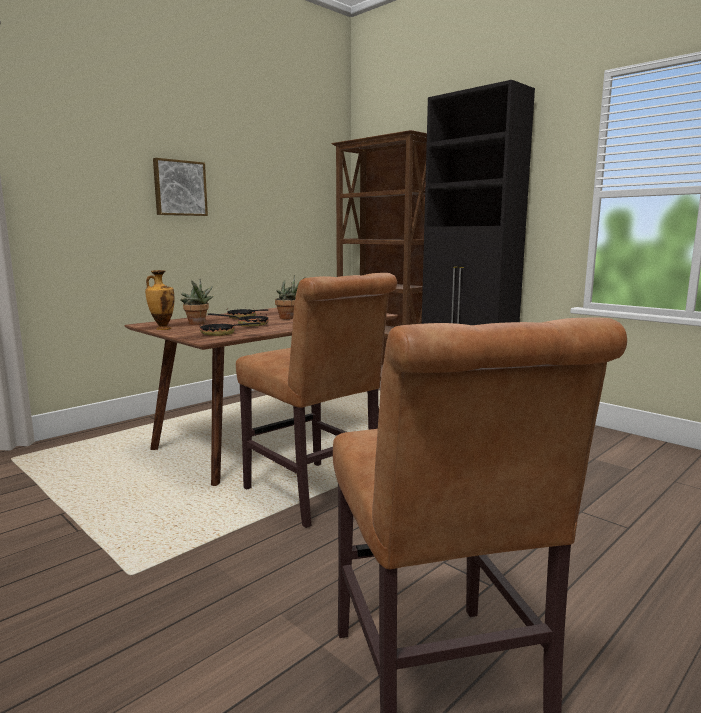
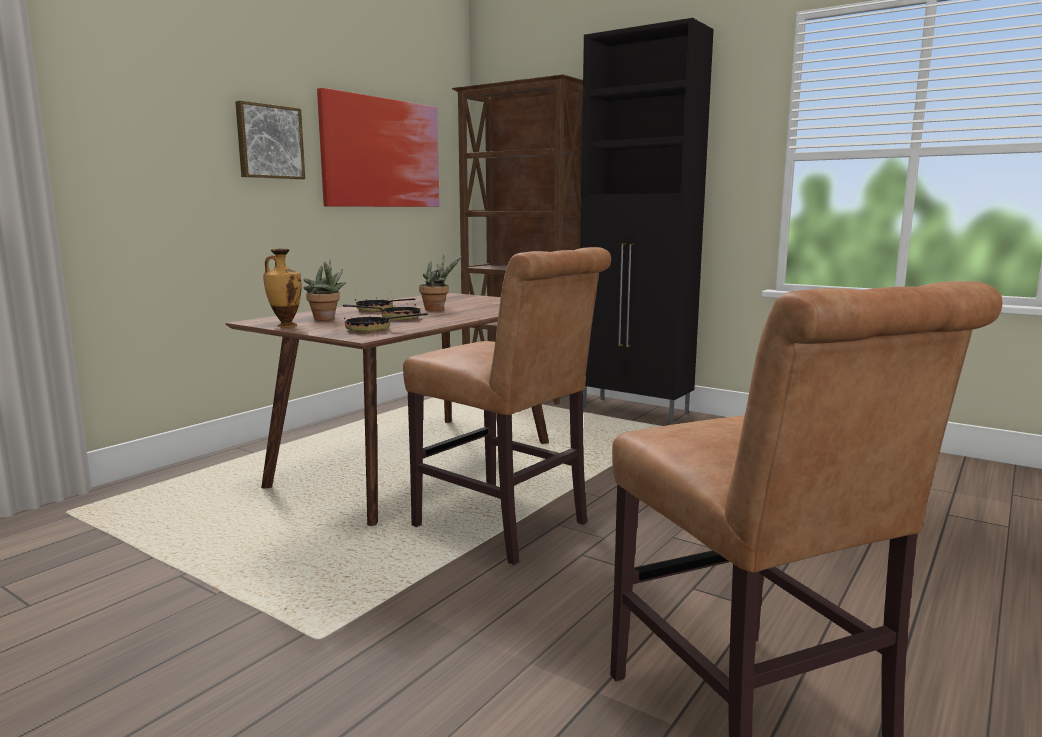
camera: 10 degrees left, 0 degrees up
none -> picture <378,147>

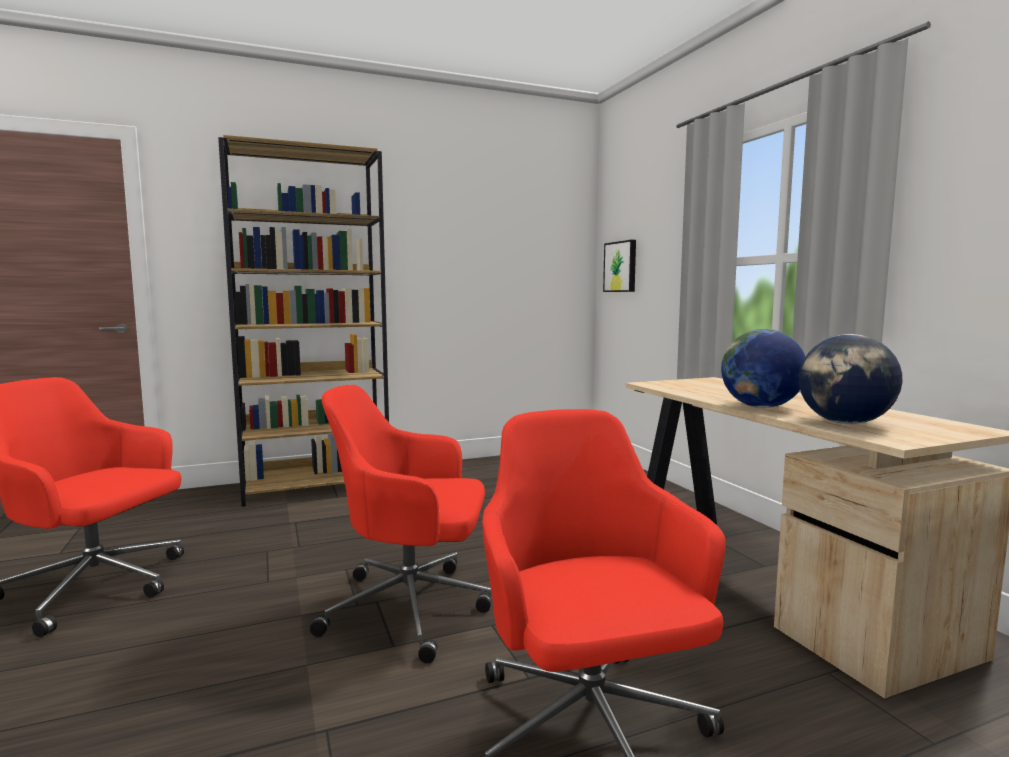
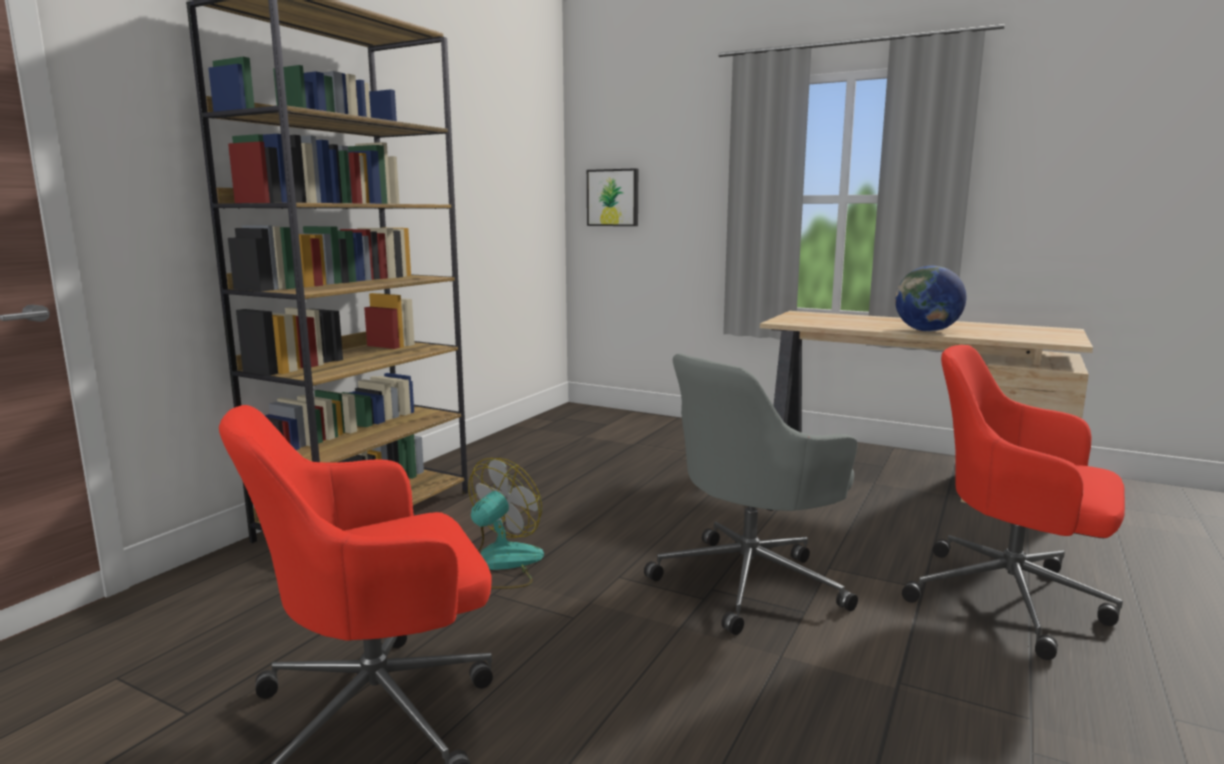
camera: 40 degrees left, 5 degrees up
red office chair <401,524> -> grey office chair <751,494>
globe <850,379> -> none
none -> fan <506,523>

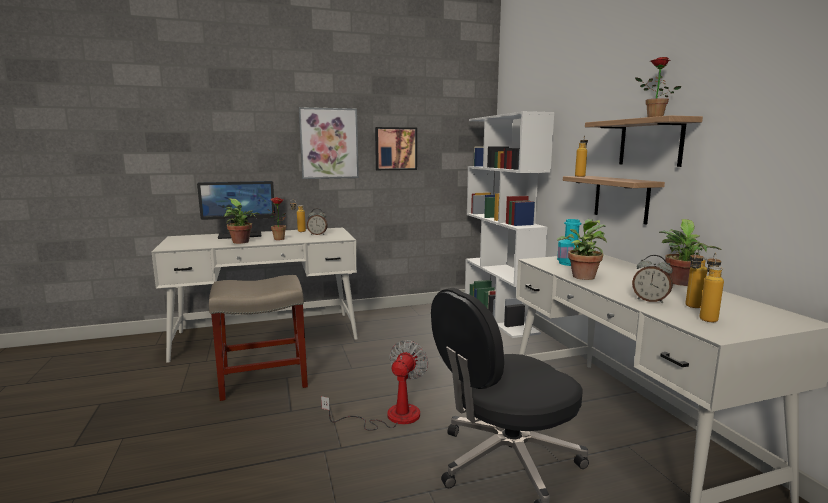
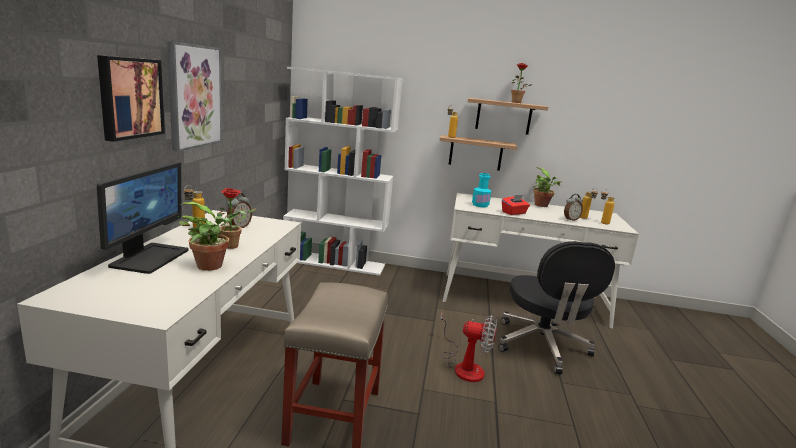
camera: 65 degrees left, 5 degrees up
fan <374,385> -> fan <468,347>, 150 degrees clockwise
picture <396,148> -> picture <131,98>, relocated
potted plant <582,249> -> red tissue box <516,205>

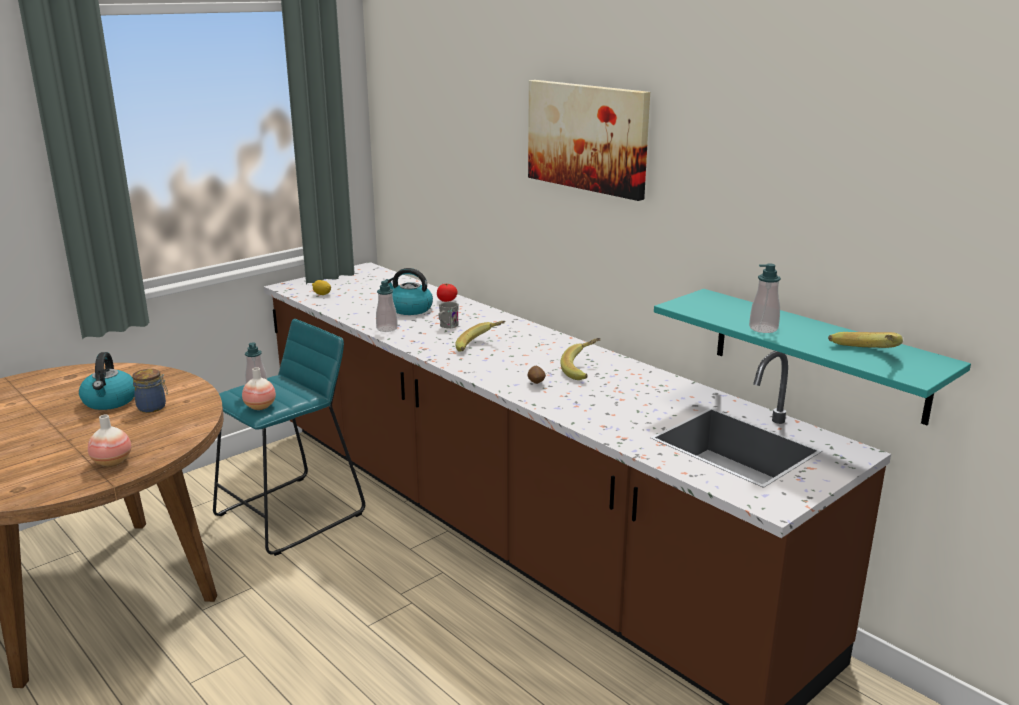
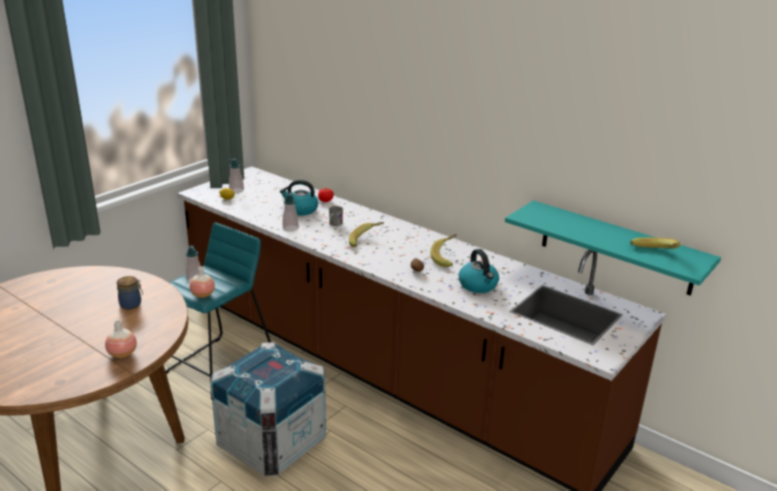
camera: 10 degrees left, 5 degrees up
kettle <107,381> -> kettle <479,271>, relocated
picture <589,140> -> none
soap dispenser <765,298> -> soap dispenser <236,176>, relocated
none -> crate <268,409>

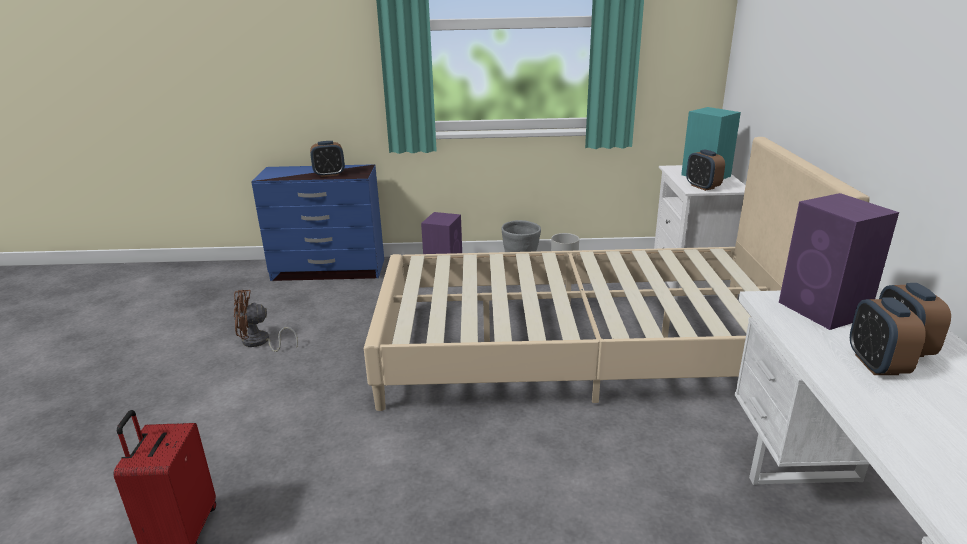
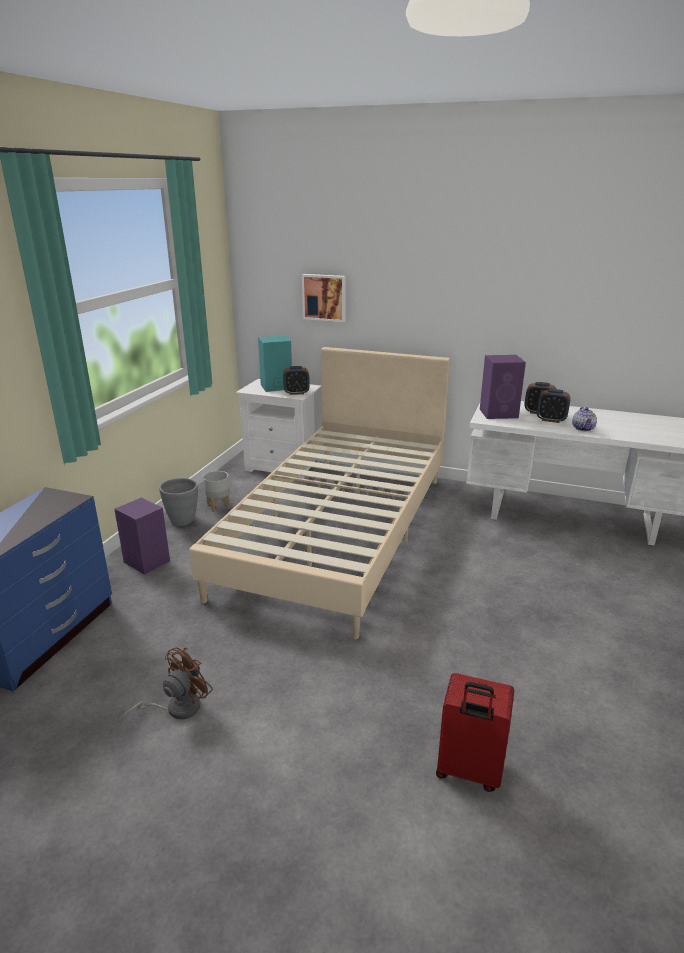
camera: 70 degrees left, 0 degrees up
brown fan <266,321> -> brown fan <167,685>, 150 degrees counterclockwise
alarm clock <327,159> -> none
none -> picture <324,298>
none -> teapot <584,419>

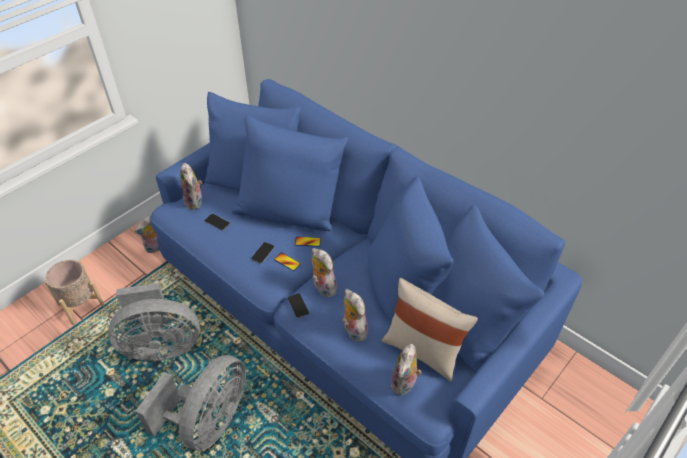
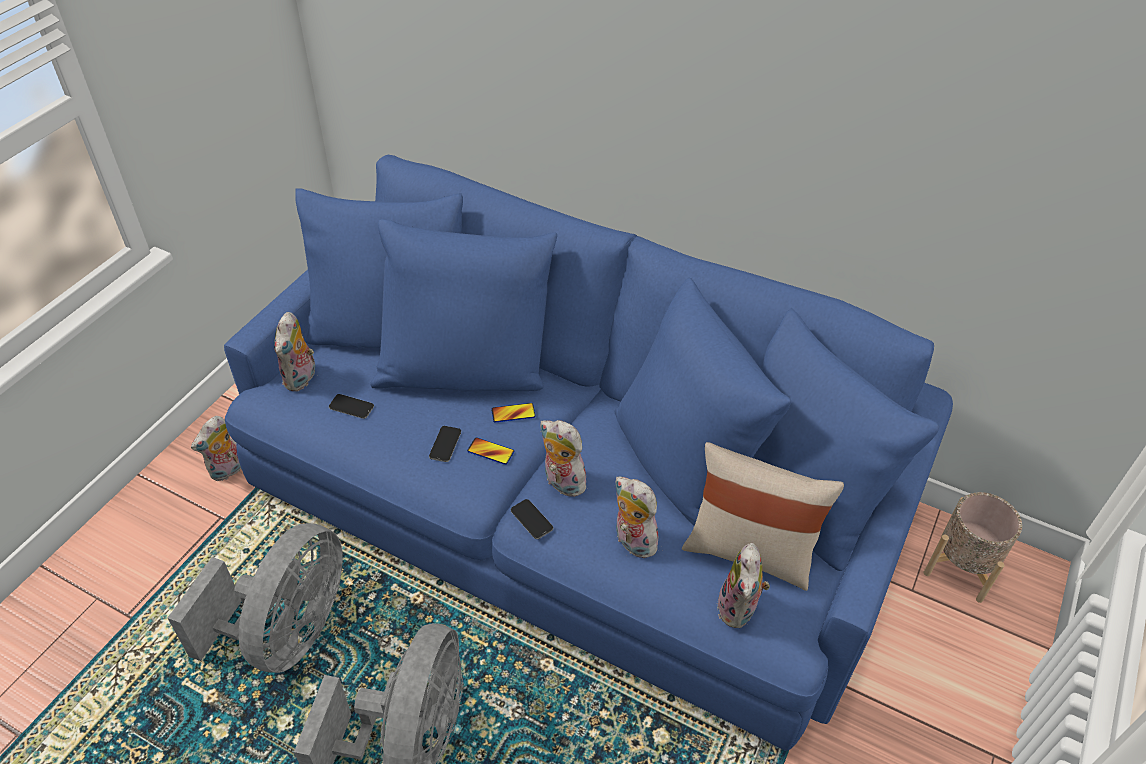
camera: 15 degrees left, 0 degrees up
beige planter <75,292> -> beige planter <972,547>, relocated
grey fan <154,322> -> grey fan <255,598>, 45 degrees counterclockwise
plush toy <191,186> -> plush toy <294,351>, 45 degrees clockwise

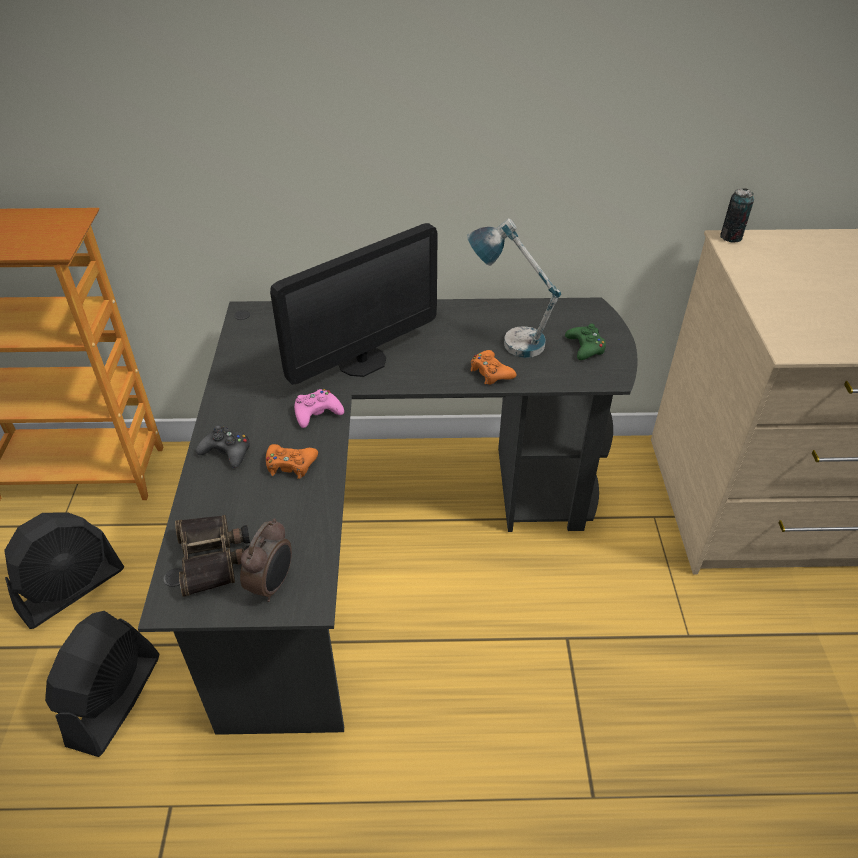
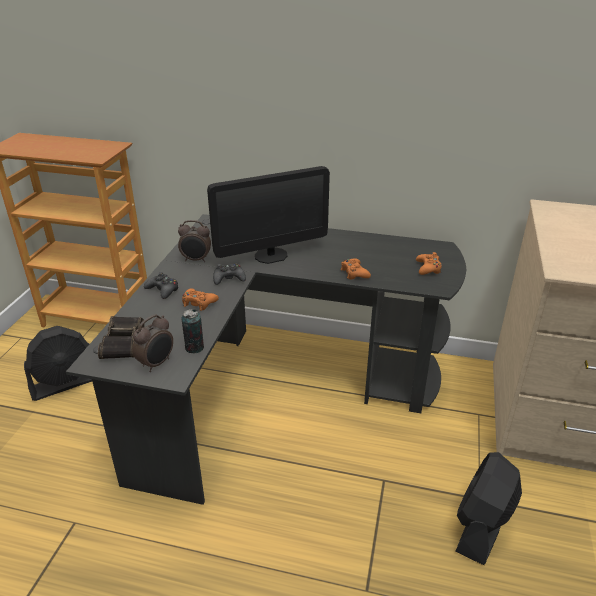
camera: 15 degrees right, 10 degrees down
black fan <102,684> -> black fan <488,508>, relocated
pink game controller <319,408> -> black game controller <229,274>
table lamp <514,288> -> none
green game controller <585,342> -> orange game controller <428,263>
can <737,215> -> can <192,331>, relocated
none -> alarm clock <194,241>

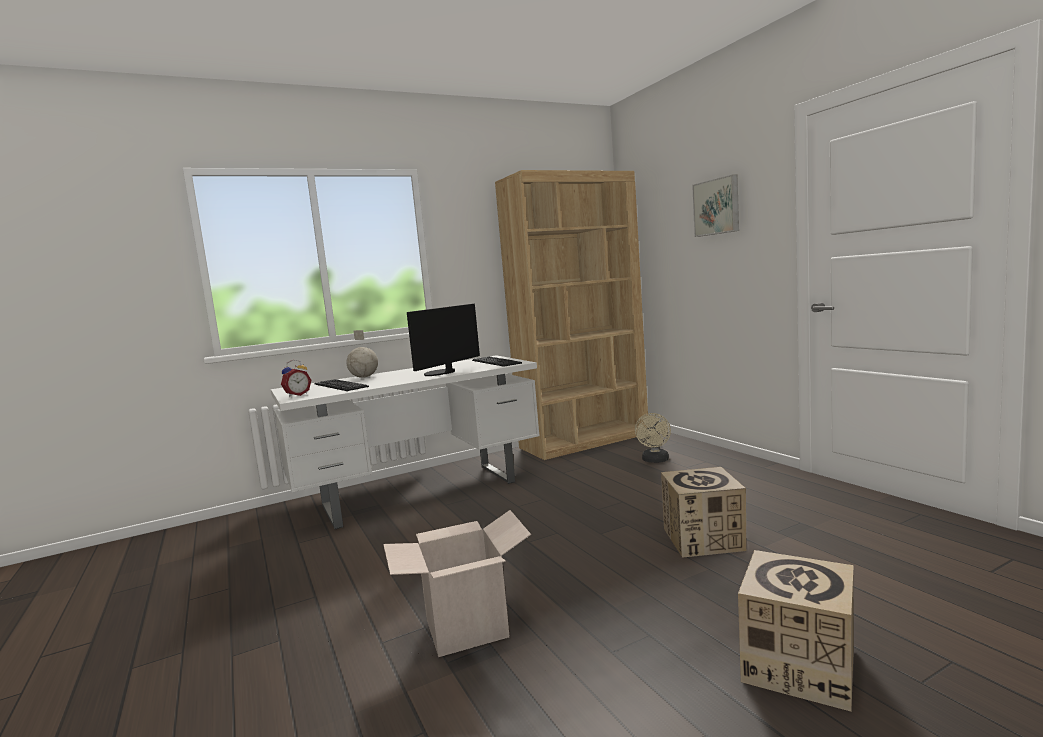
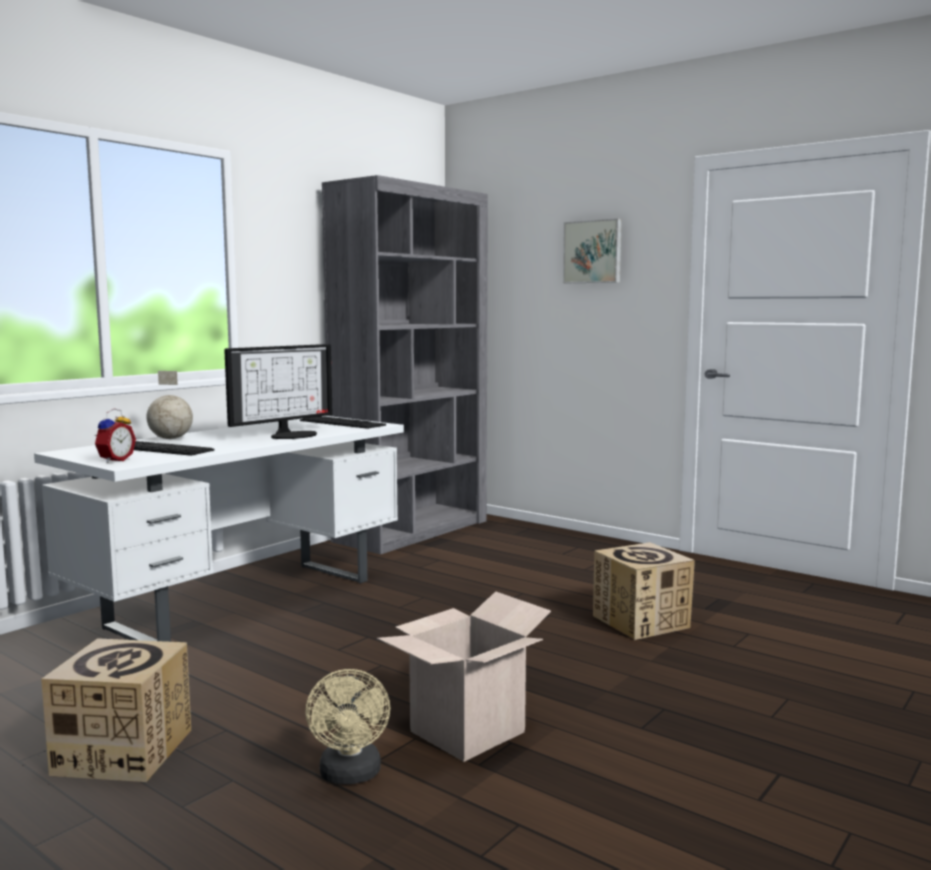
camera: 25 degrees left, 0 degrees up
monitor <443,340> -> monitor <278,391>, 150 degrees counterclockwise
brown bookcase <571,315> -> grey bookcase <405,365>
beige fan <653,438> -> beige fan <347,726>, relocated
cardboard box <796,630> -> cardboard box <116,710>, relocated

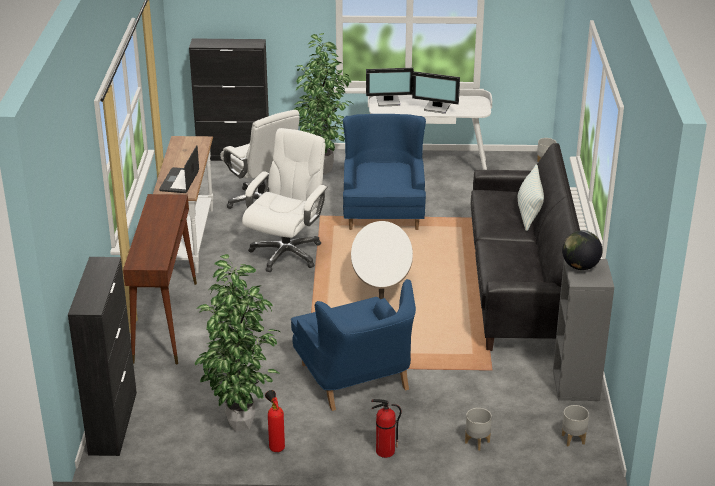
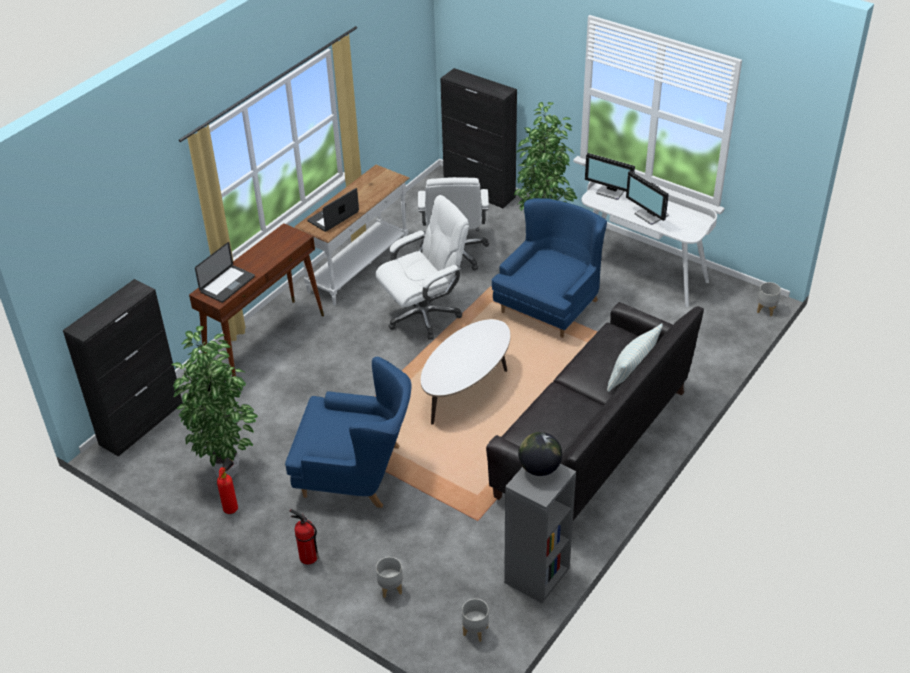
camera: 35 degrees right, 10 degrees up
blue armchair <353,345> -> blue armchair <348,432>, 90 degrees counterclockwise
none -> laptop <225,272>

